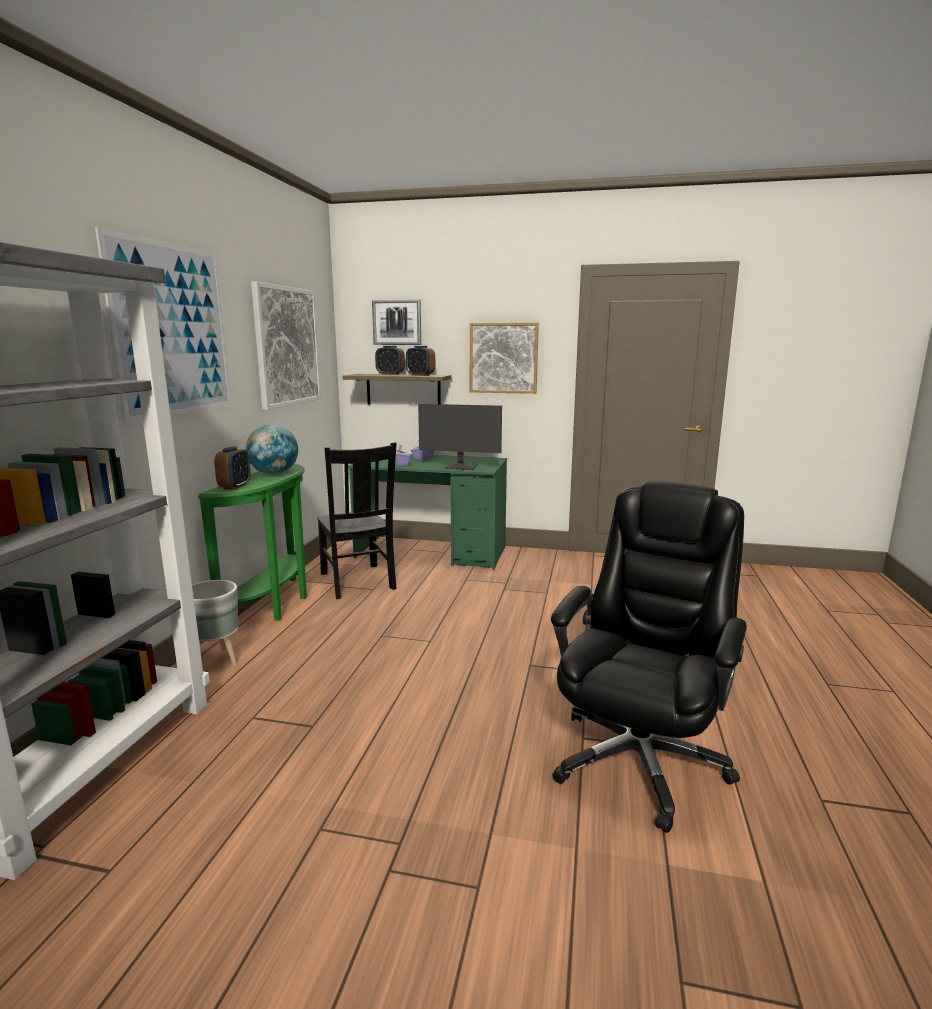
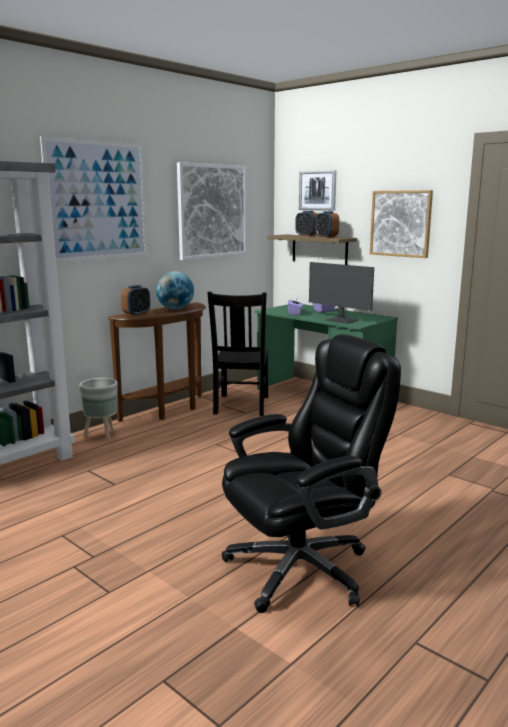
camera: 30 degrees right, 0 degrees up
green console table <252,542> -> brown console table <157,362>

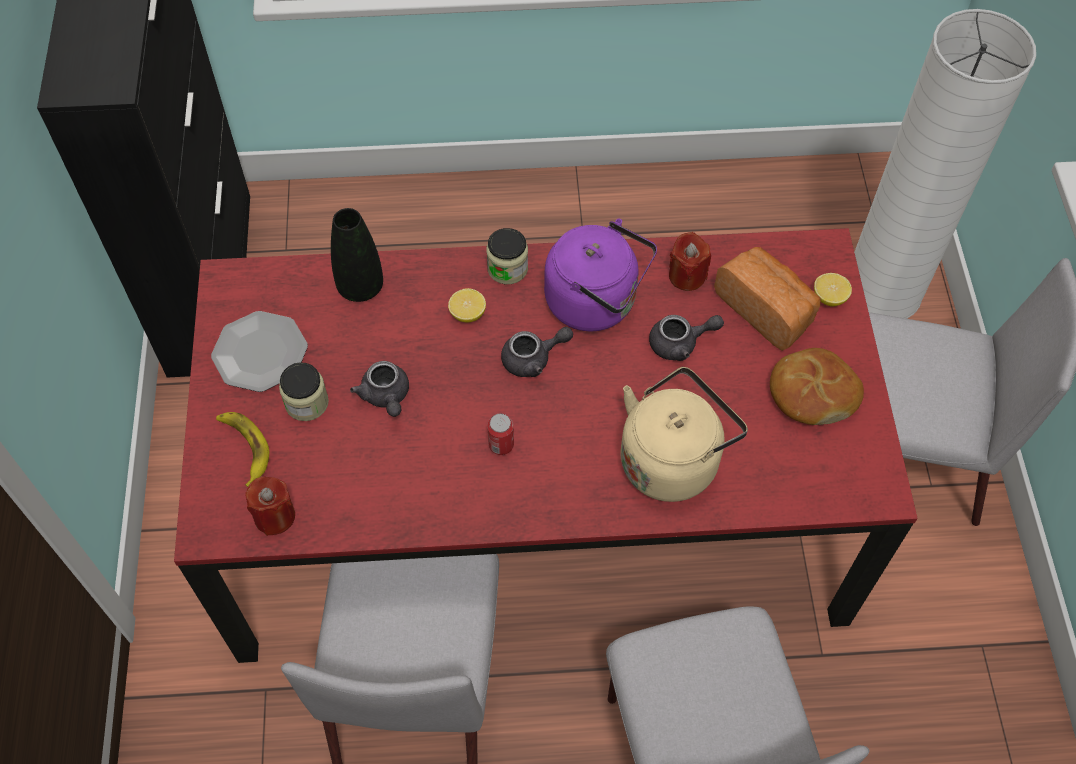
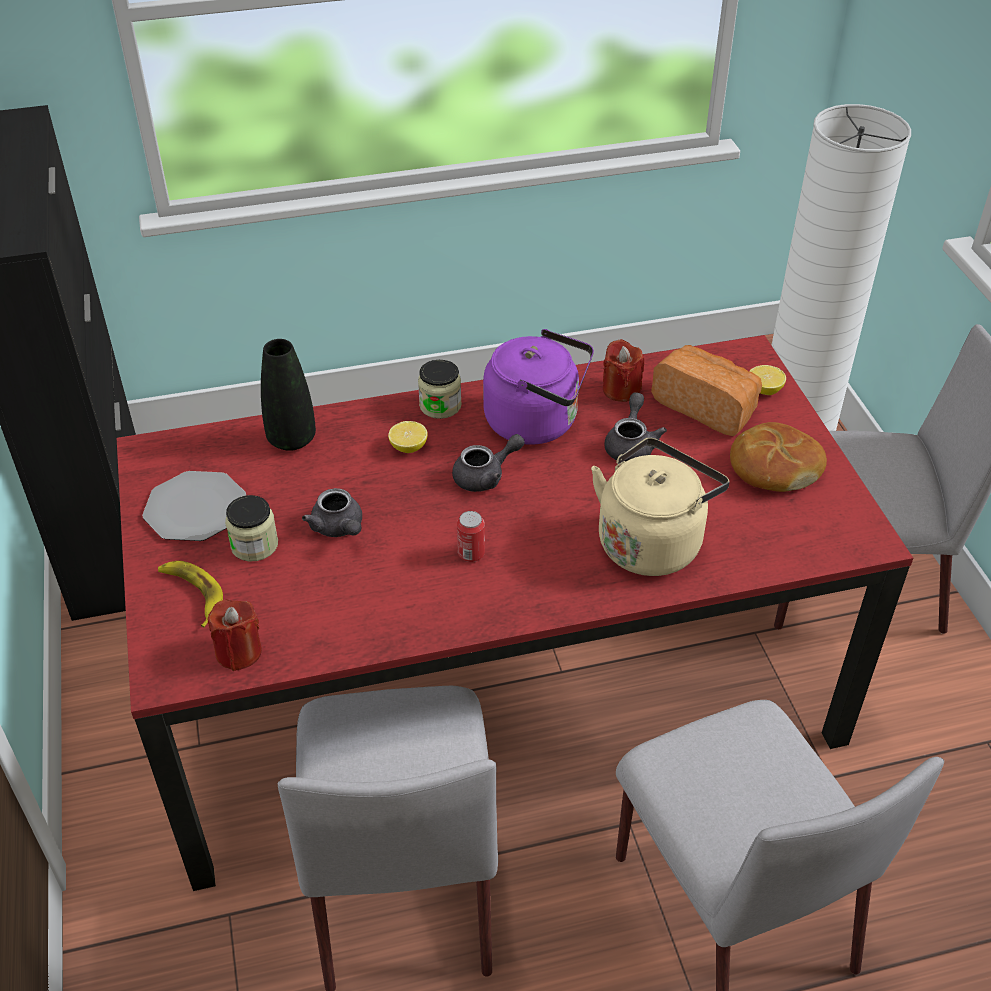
camera: 10 degrees left, 15 degrees down
grey teapot <686,338> -> grey teapot <635,427>, 60 degrees counterclockwise

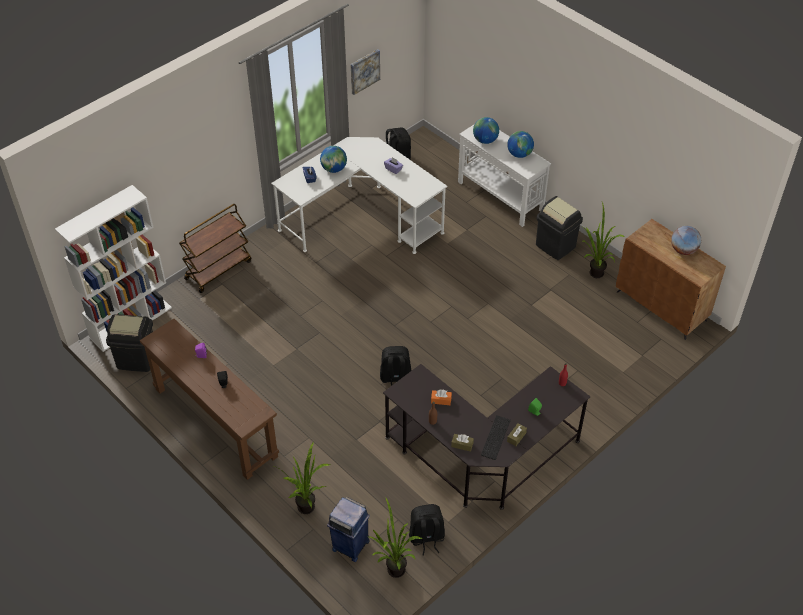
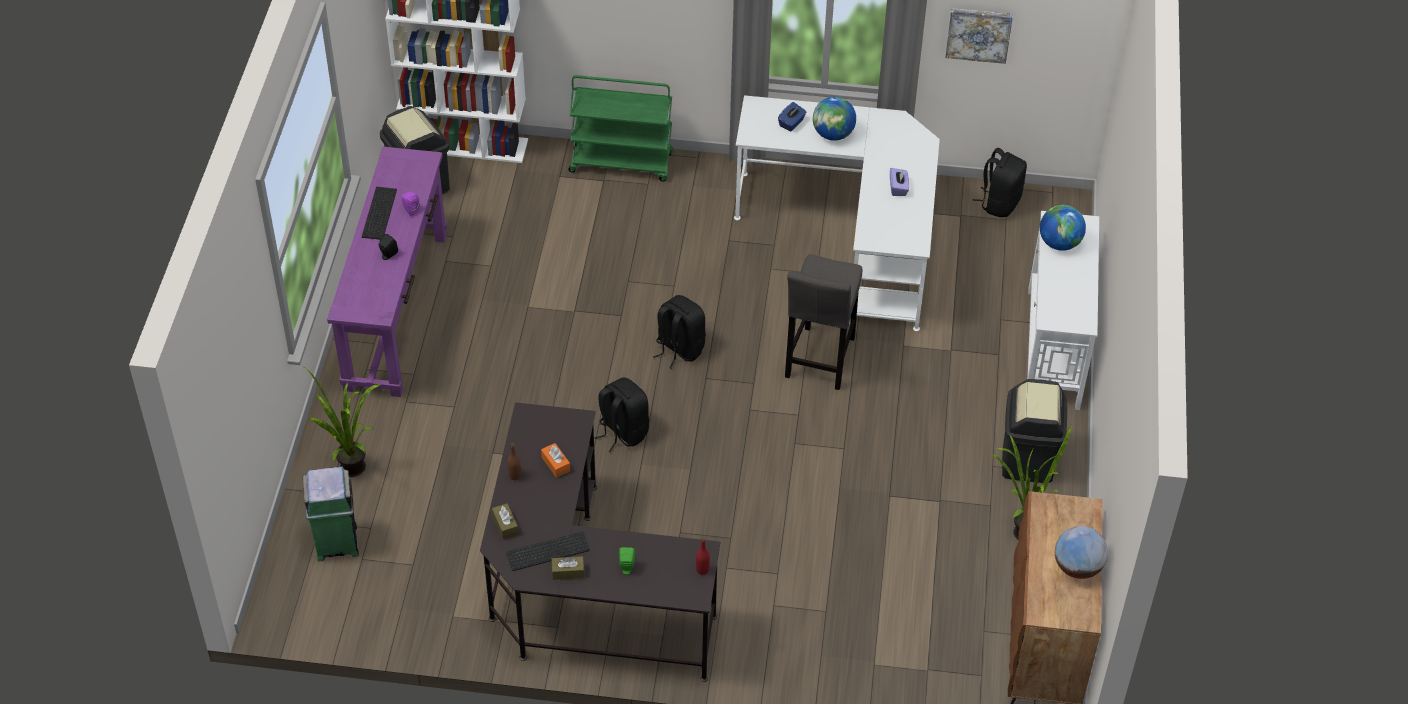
camera: 50 degrees right, 0 degrees up
brown console table <209,399> -> purple console table <387,272>
brown cart <215,248> -> green cart <620,128>
blue trash can <348,529> -> green trash can <331,514>
potted plant <396,537> -> none
black backpack <427,530> -> black backpack <679,332>, relocated
globe <520,144> -> none
none -> keyboard <379,213>
none -> grey stool <823,322>

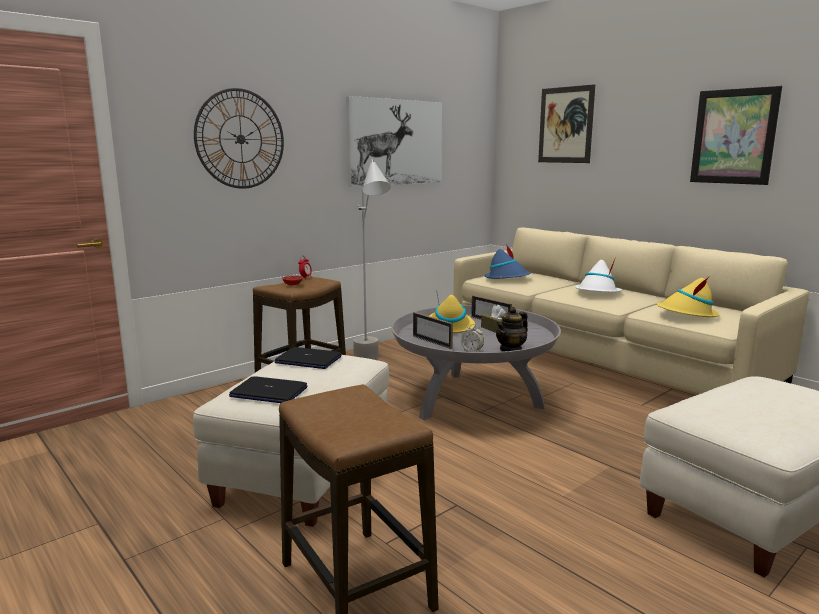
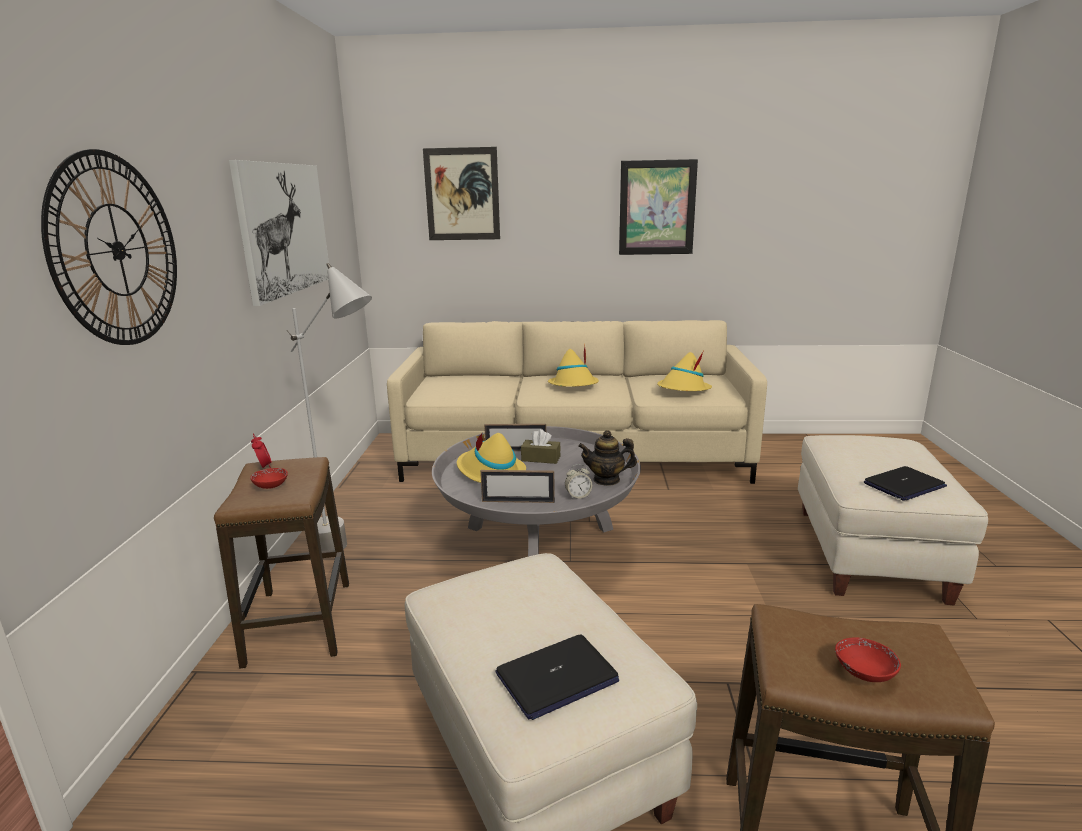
camera: 45 degrees left, 5 degrees up
laptop <308,358> -> laptop <905,483>, relocated
blue hat <507,261> -> none
teapot <512,329> -> teapot <607,458>, 90 degrees clockwise
white hat <598,274> -> yellow hat <573,365>
none -> red bowl <868,659>

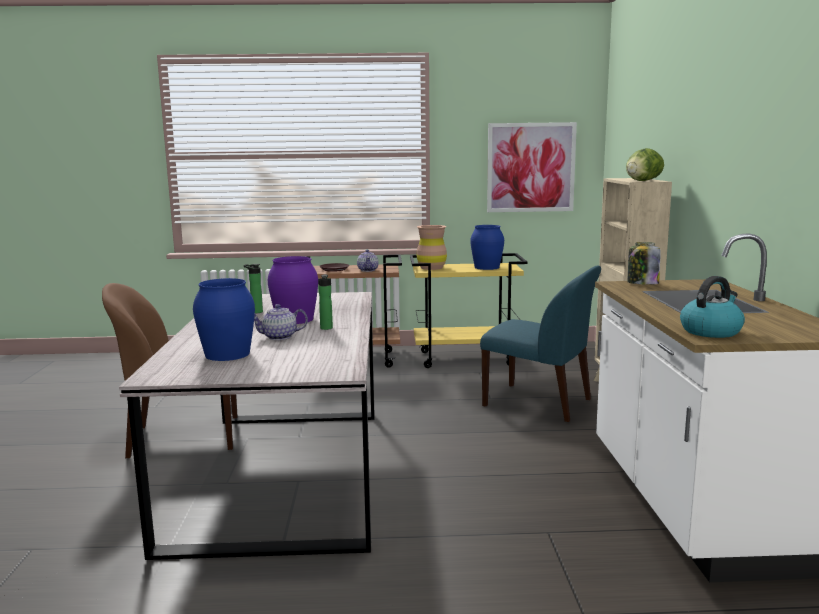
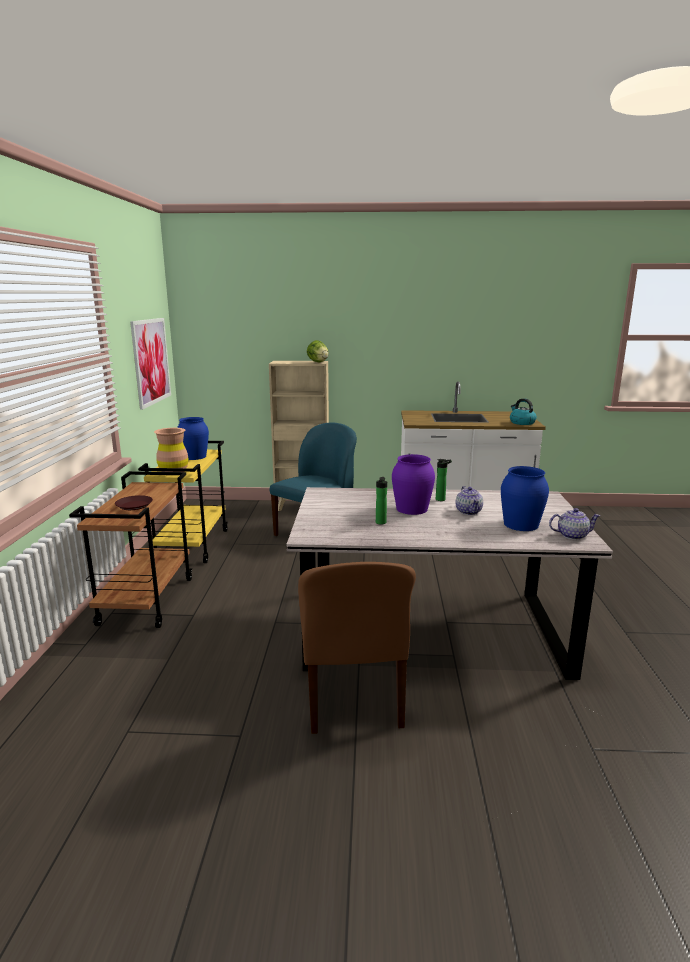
camera: 85 degrees left, 5 degrees up
teapot <368,261> -> teapot <575,524>, relocated
jar <644,263> -> none

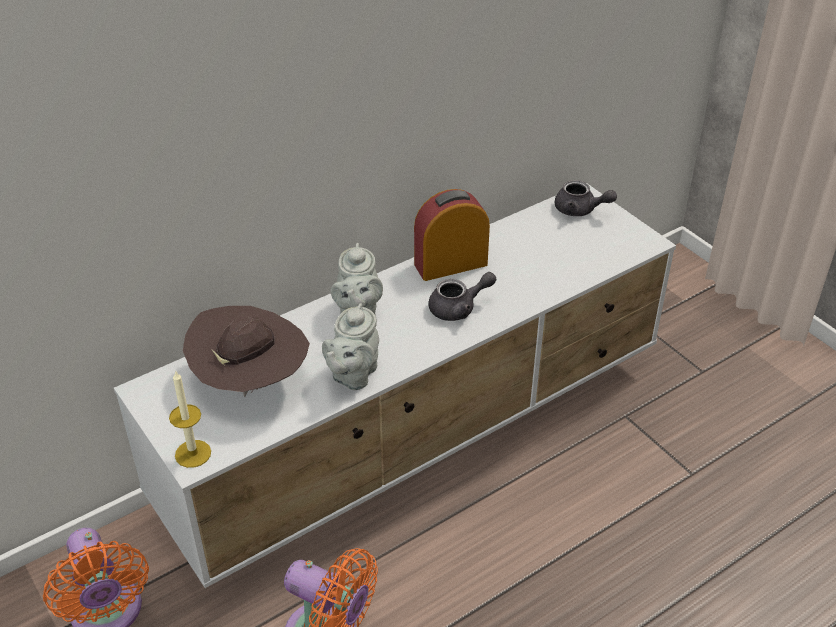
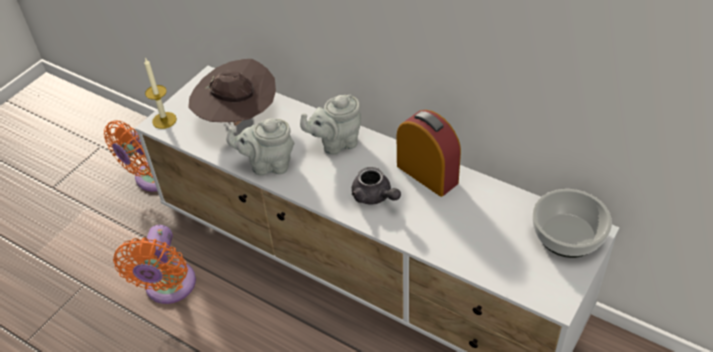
camera: 70 degrees right, 5 degrees up
grey teapot <586,198> -> bowl <572,223>

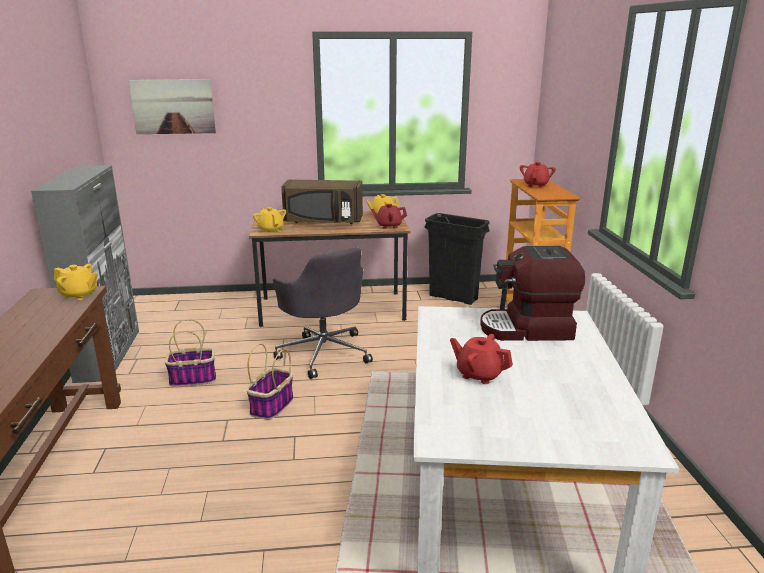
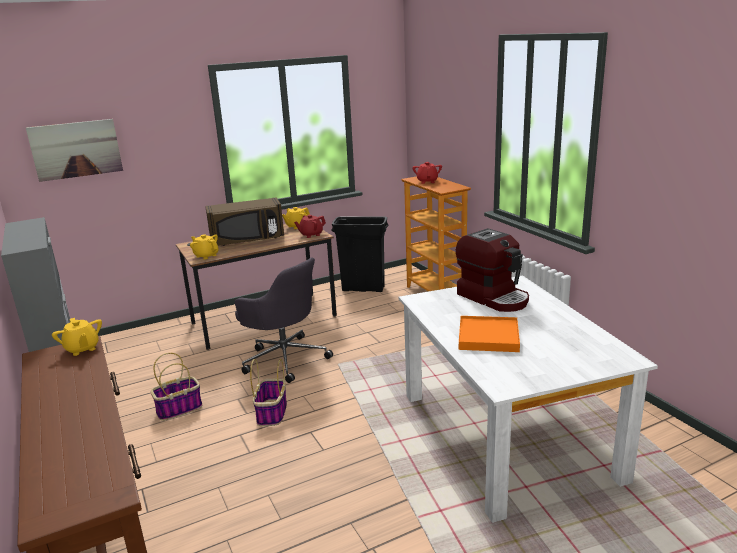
camera: 20 degrees left, 0 degrees up
yellow teapot <76,282> -> yellow teapot <77,337>, 60 degrees clockwise
red teapot <481,359> -> orange tray <489,334>
coffee machine <532,293> -> coffee machine <492,270>, 105 degrees counterclockwise

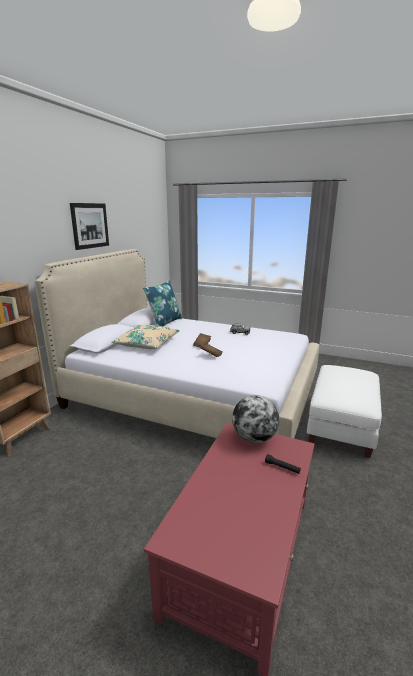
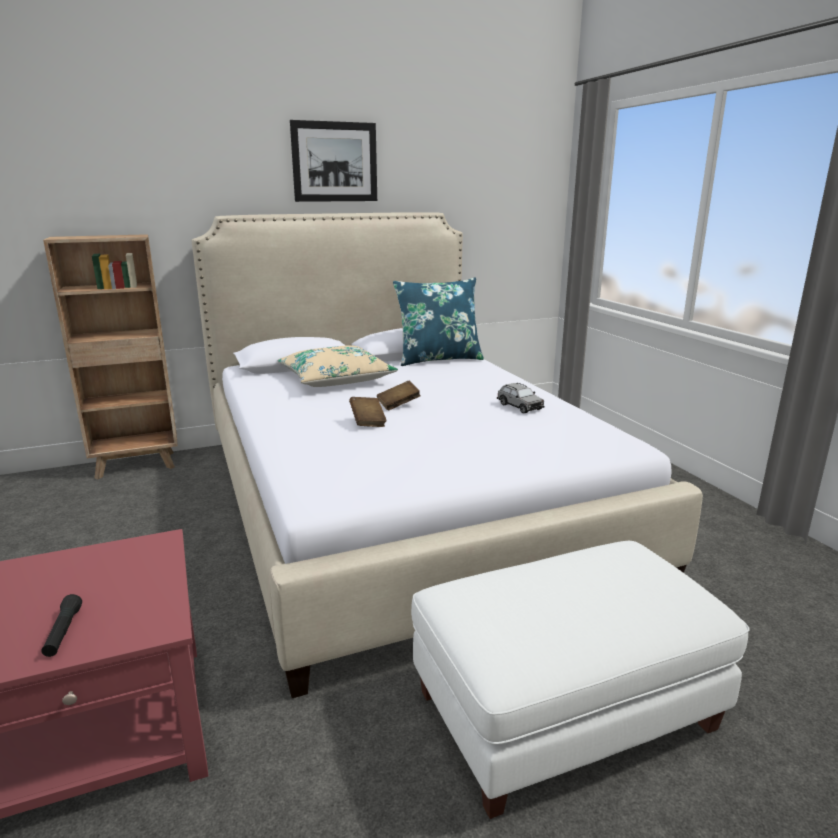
camera: 45 degrees right, 0 degrees up
globe <255,419> -> none

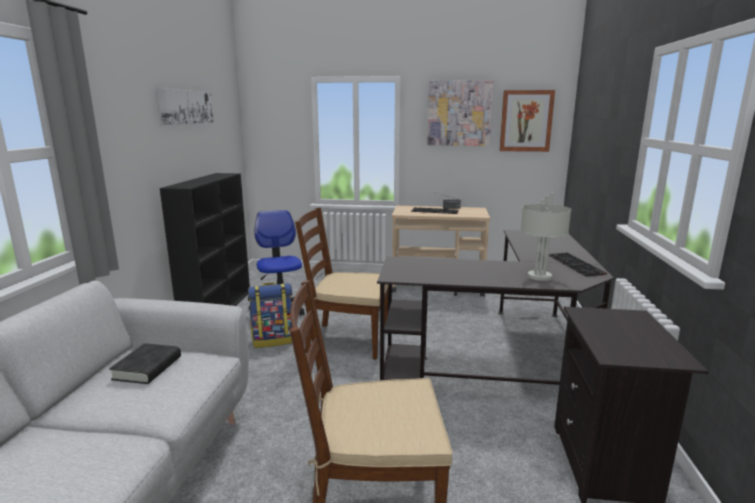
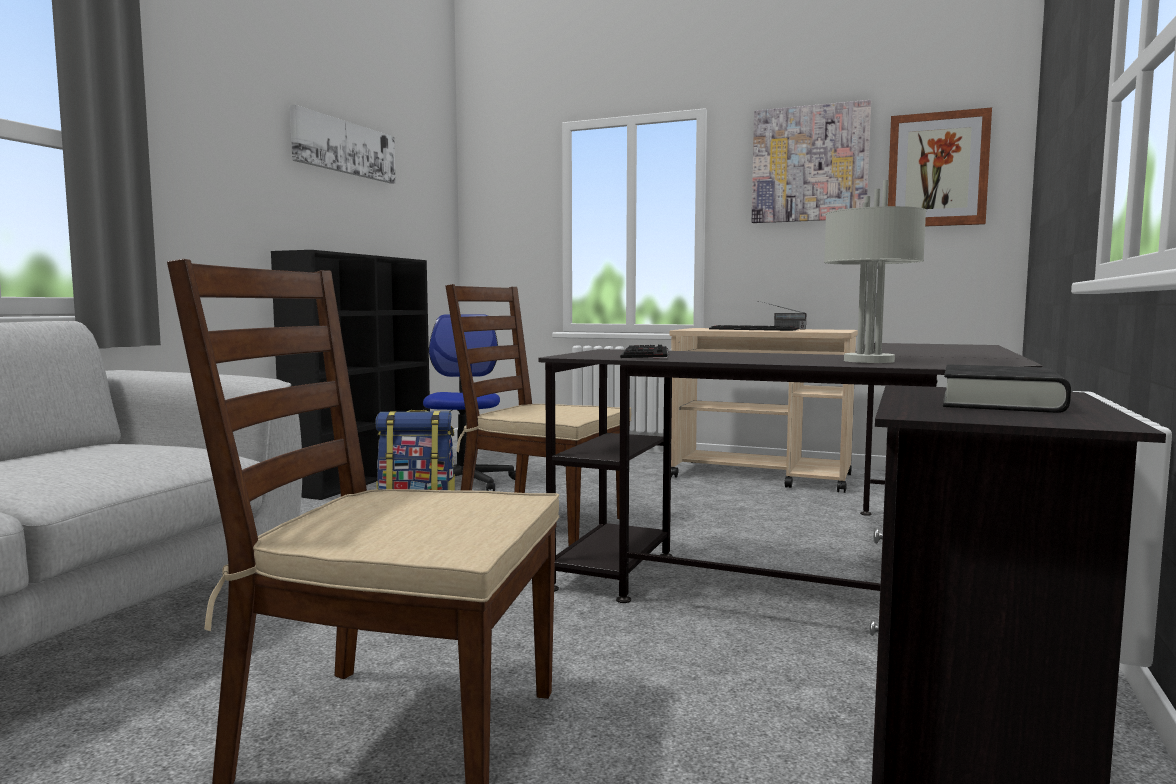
camera: 15 degrees right, 10 degrees down
black book <145,363> -> black book <1007,388>, relocated
keyboard <578,264> -> keyboard <644,352>, relocated

